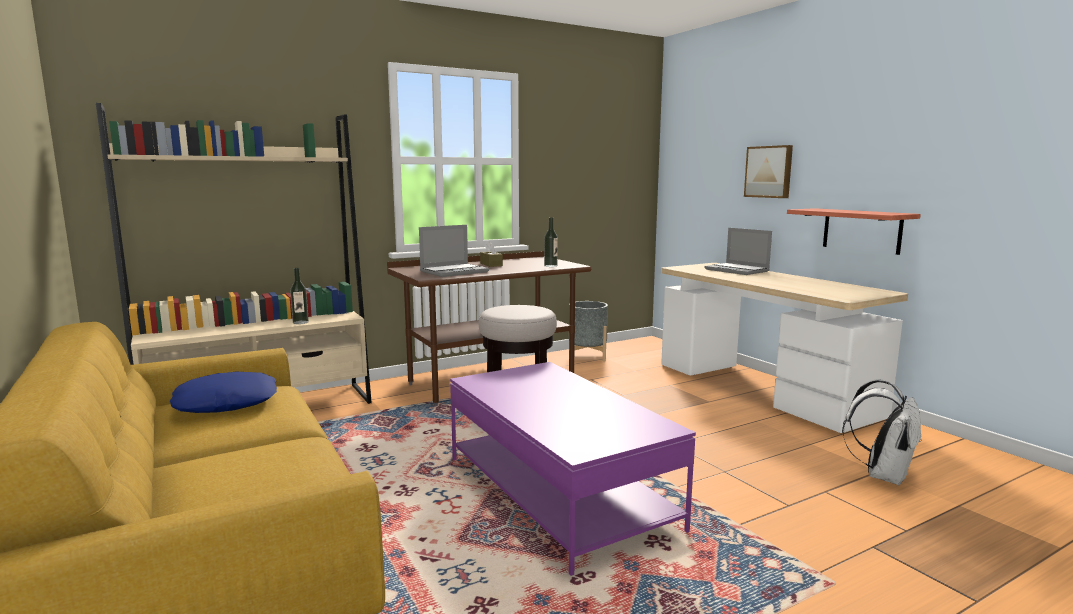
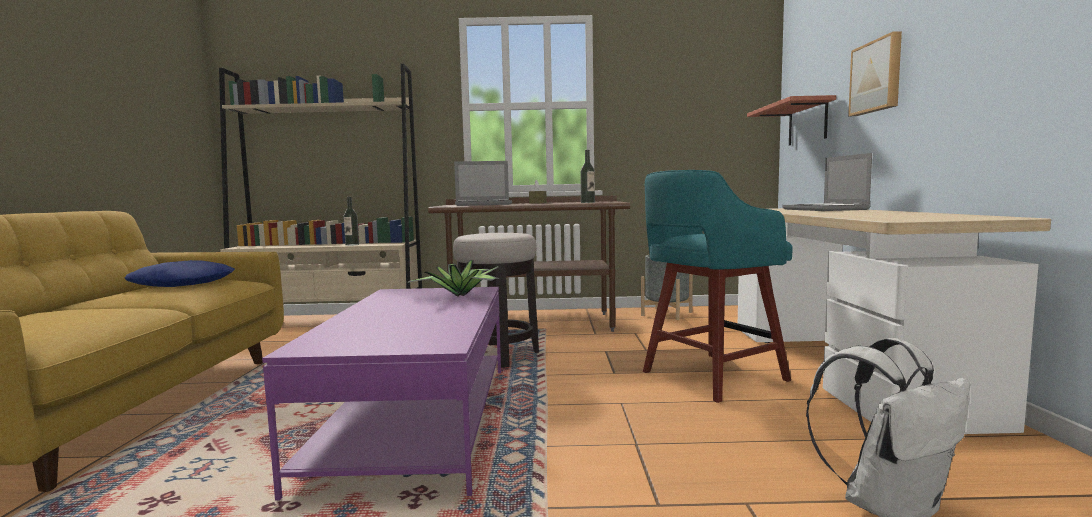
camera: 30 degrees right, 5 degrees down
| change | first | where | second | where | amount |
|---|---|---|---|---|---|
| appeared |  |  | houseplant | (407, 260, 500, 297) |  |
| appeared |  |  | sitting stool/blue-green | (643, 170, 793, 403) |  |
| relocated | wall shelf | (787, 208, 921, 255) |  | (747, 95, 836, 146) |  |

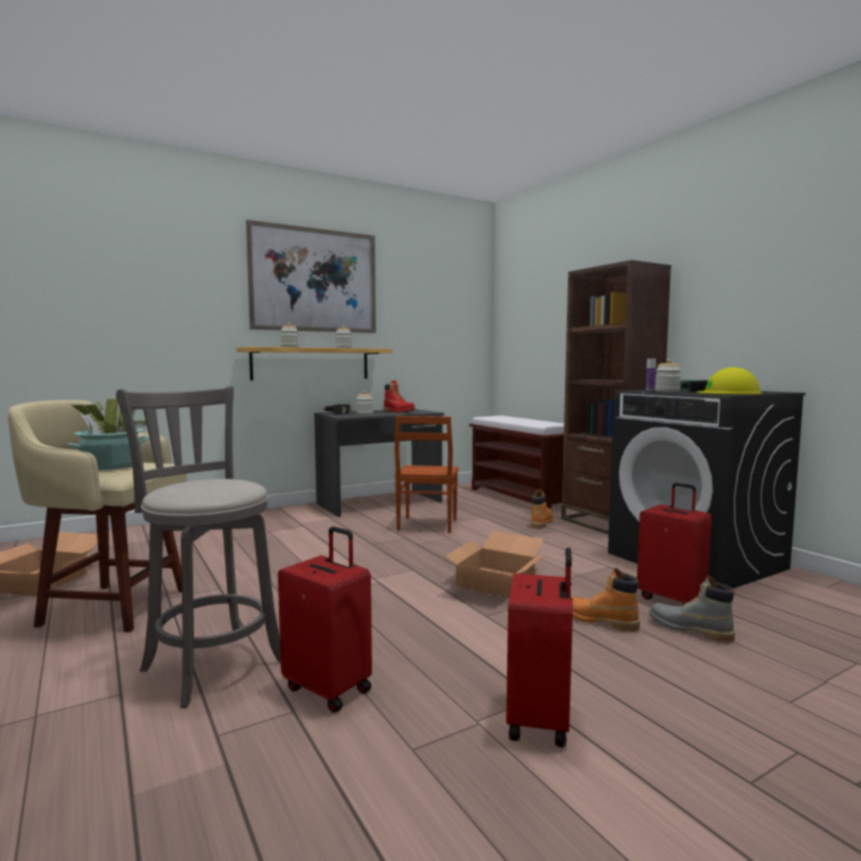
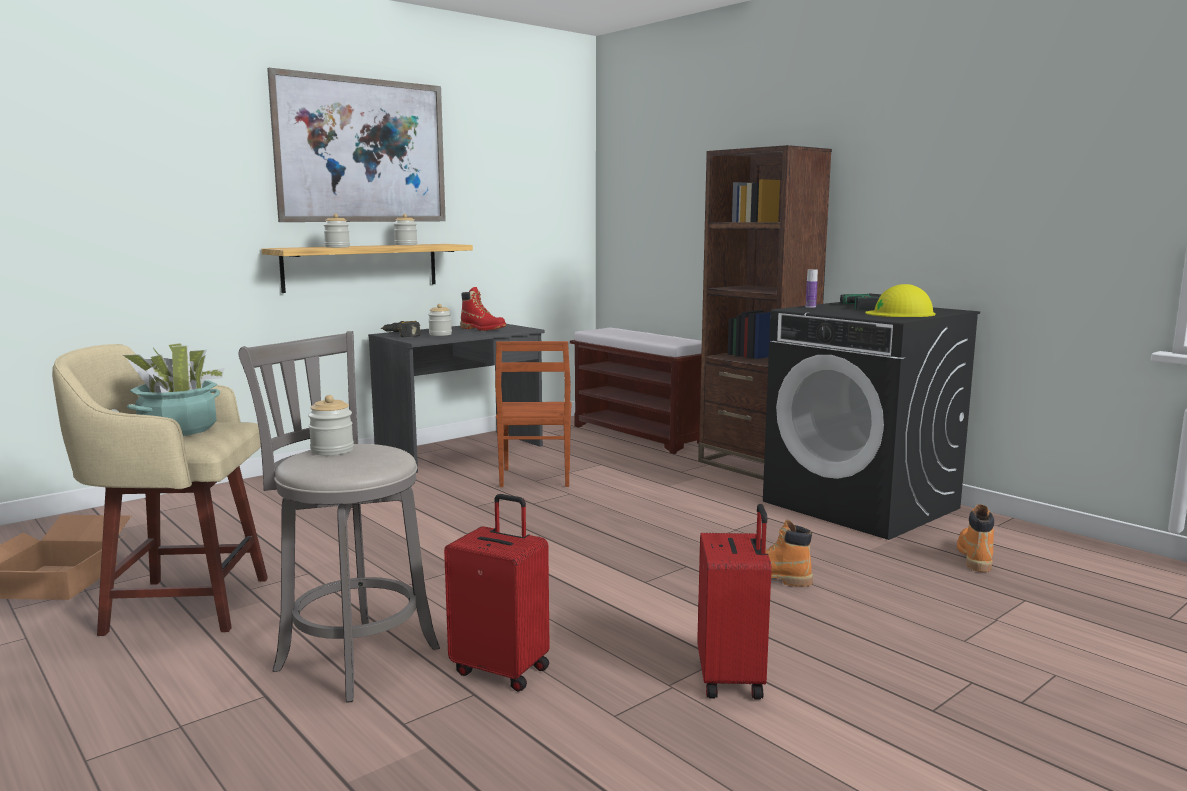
camera: 10 degrees left, 5 degrees up
| change | first | where | second | where | amount |
|---|---|---|---|---|---|
| relocated | storage jar | (655, 359, 681, 392) |  | (308, 395, 354, 455) |  |
| relocated | tall boot/orangey | (531, 490, 553, 529) |  | (957, 504, 994, 572) |  |
| missing | packing box | (444, 531, 546, 598) |  |  |  |
| missing | suitcase/red | (637, 482, 712, 604) |  |  |  |
| missing | tall boot/gray | (649, 576, 735, 643) |  |  |  |

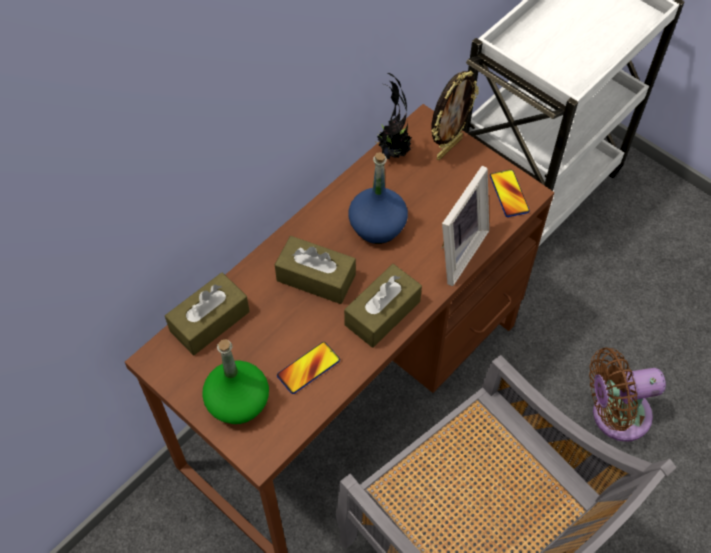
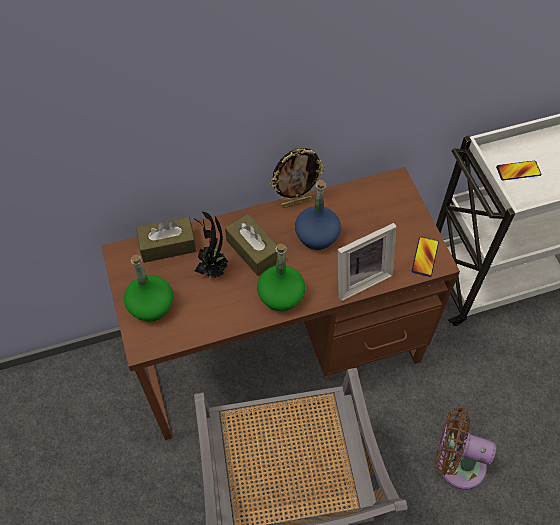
camera: 30 degrees right, 0 degrees up
| change | first | where | second | where | amount |
|---|---|---|---|---|---|
| relocated | houseplant | (374, 73, 412, 159) |  | (194, 212, 229, 278) |  |
| exchanged | tissue holder/brown | (344, 264, 422, 348) | drink bottle/green | (257, 244, 305, 311) |  |
| relocated | standing frame | (431, 70, 479, 160) |  | (270, 148, 325, 208) |  |
| relocated | phone | (277, 342, 340, 394) |  | (496, 161, 541, 180) |  |

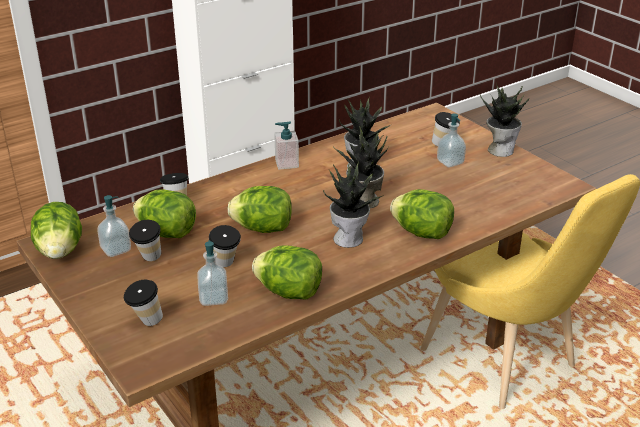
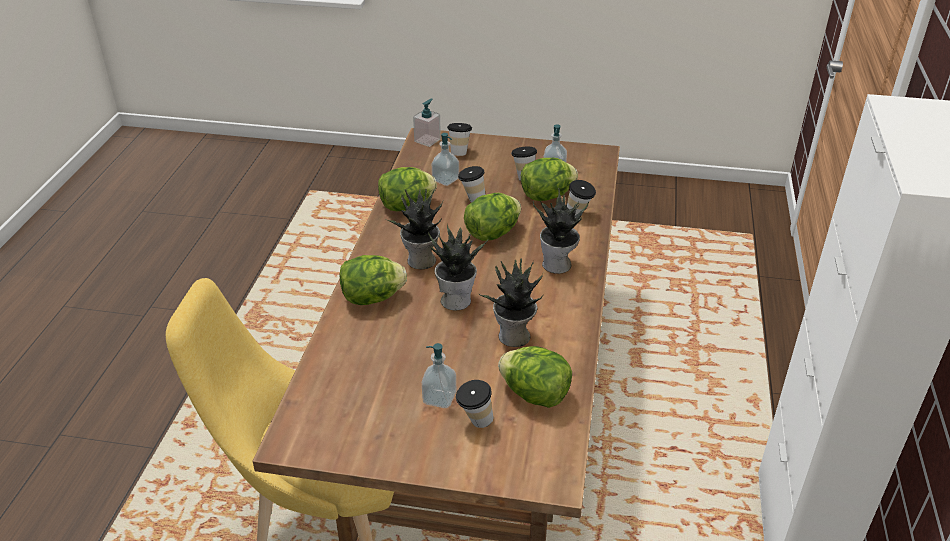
camera: 135 degrees right, 5 degrees up
| change | first | where | second | where | amount |
|---|---|---|---|---|---|
| relocated | soap bottle | (274, 121, 299, 170) |  | (413, 98, 441, 147) |  |
| relocated | head of lettuce | (31, 202, 82, 259) |  | (498, 346, 572, 408) |  |
| relocated | houseplant | (480, 86, 529, 157) |  | (533, 188, 589, 274) |  |

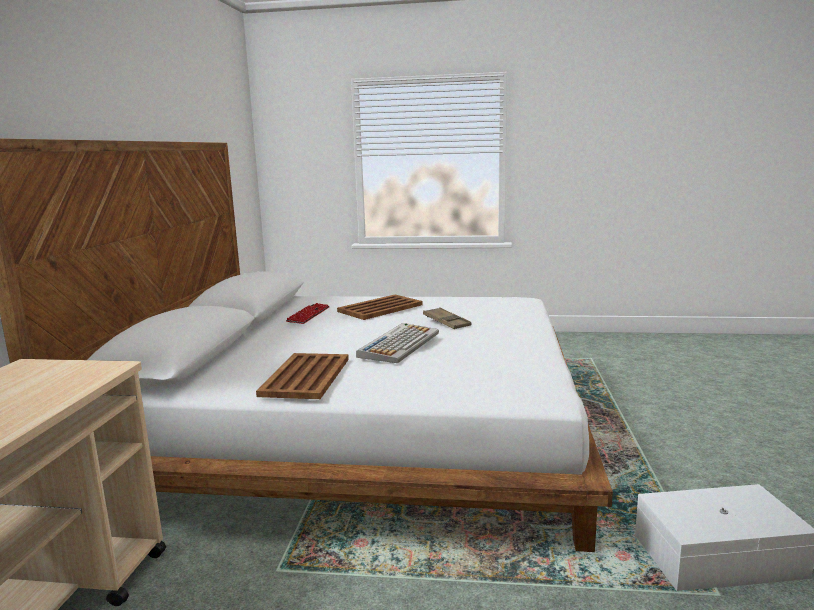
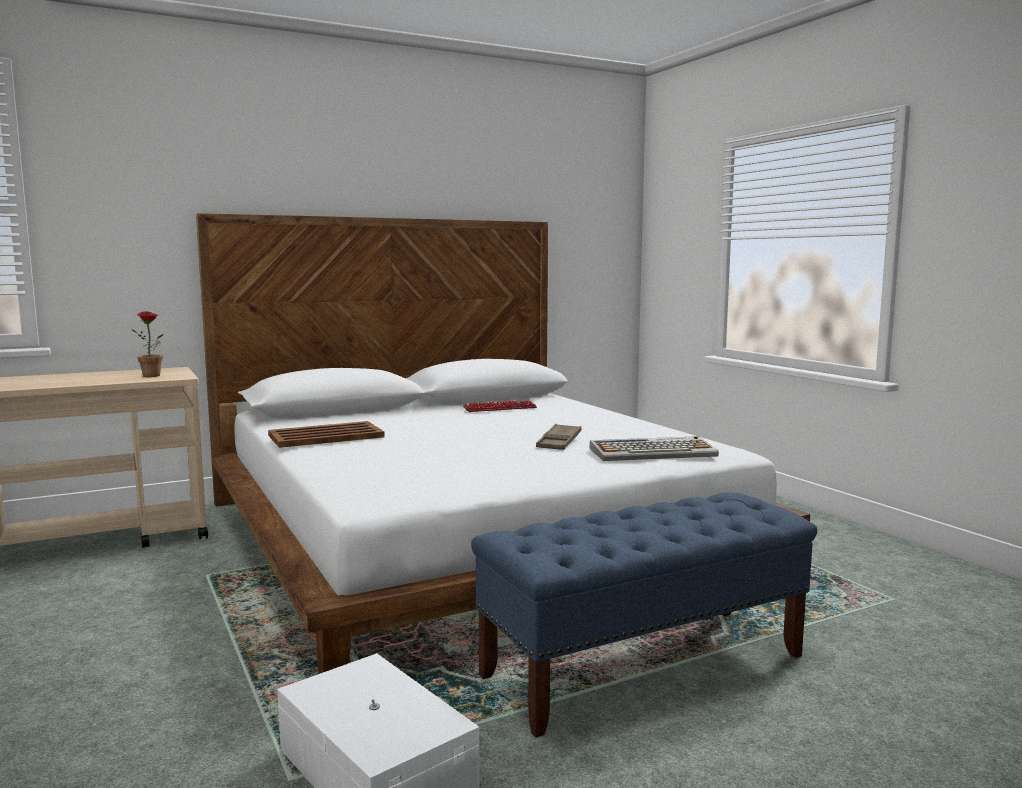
camera: 55 degrees right, 5 degrees down
| change | first | where | second | where | amount |
|---|---|---|---|---|---|
| appeared |  |  | houseplant | (131, 311, 164, 377) |  |
| appeared |  |  | bench/bluish | (471, 492, 817, 738) |  |
| relocated | keyboard | (356, 323, 439, 363) |  | (590, 436, 719, 461) |  |
| missing | tray/brown | (337, 295, 423, 320) |  |  |  |

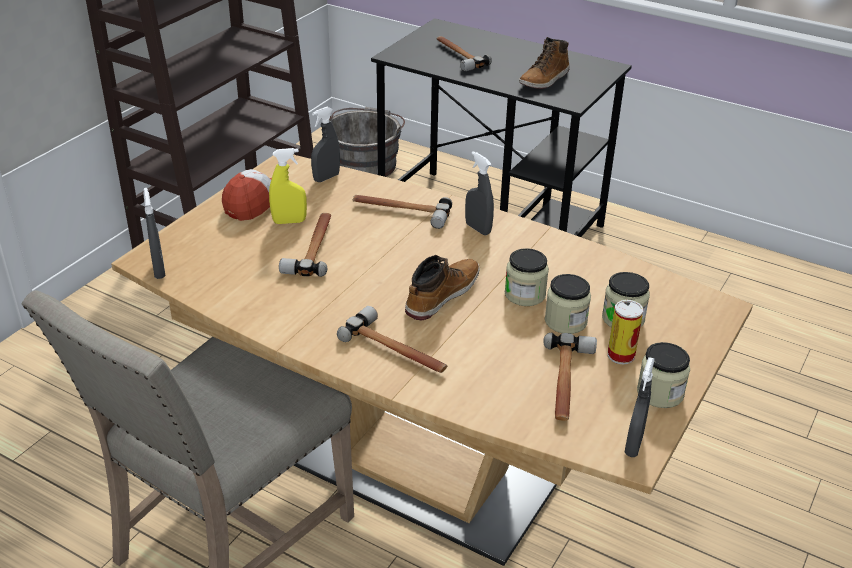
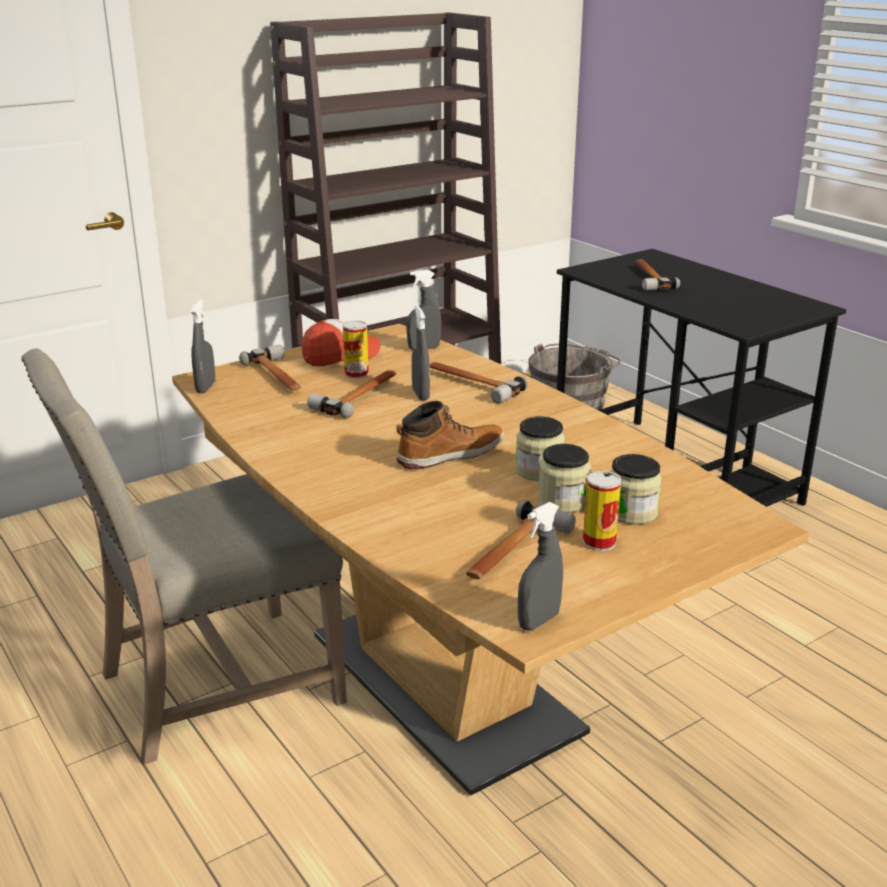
camera: 25 degrees right, 10 degrees down
| change | first | where | second | where | amount |
|---|---|---|---|---|---|
| relocated | tool hammer | (337, 306, 447, 373) |  | (239, 345, 301, 391) |  |
| exchanged | spray bottle/yellow | (269, 148, 307, 224) | can | (343, 320, 369, 379) |  |
| relocated | spray bottle/gray | (465, 151, 494, 235) |  | (412, 305, 430, 401) |  |
| missing | tall boot | (519, 37, 569, 89) |  |  |  |
| missing | storage jar | (637, 342, 690, 408) |  |  |  |

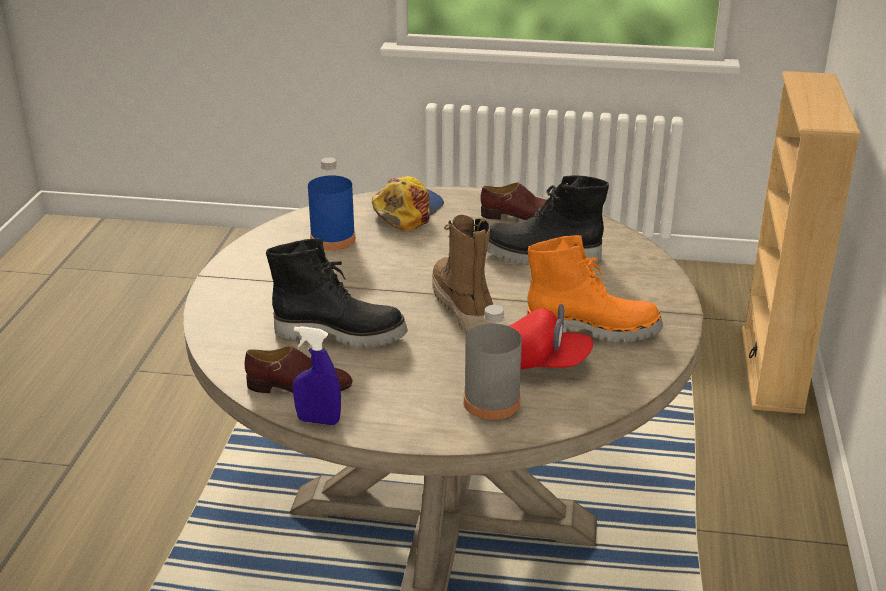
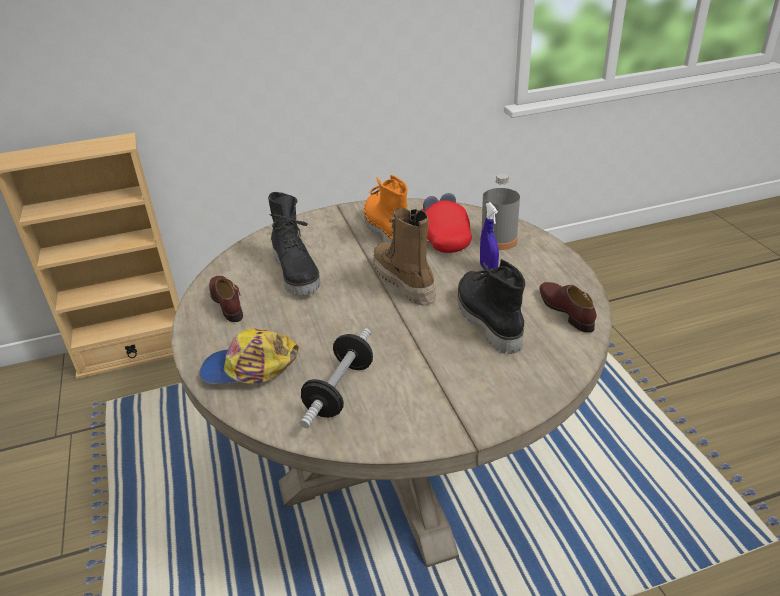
camera: 115 degrees left, 5 degrees up
| change | first | where | second | where | amount |
|---|---|---|---|---|---|
| exchanged | drink bottle/bluish | (308, 157, 355, 250) | hand weight | (300, 328, 373, 428) |  |
| spun | tall boot | (432, 215, 494, 334) |  | (373, 208, 436, 306) | 105 degrees clockwise |
| relocated | spray bottle/bluish | (293, 326, 341, 425) |  | (480, 202, 499, 270) |  |

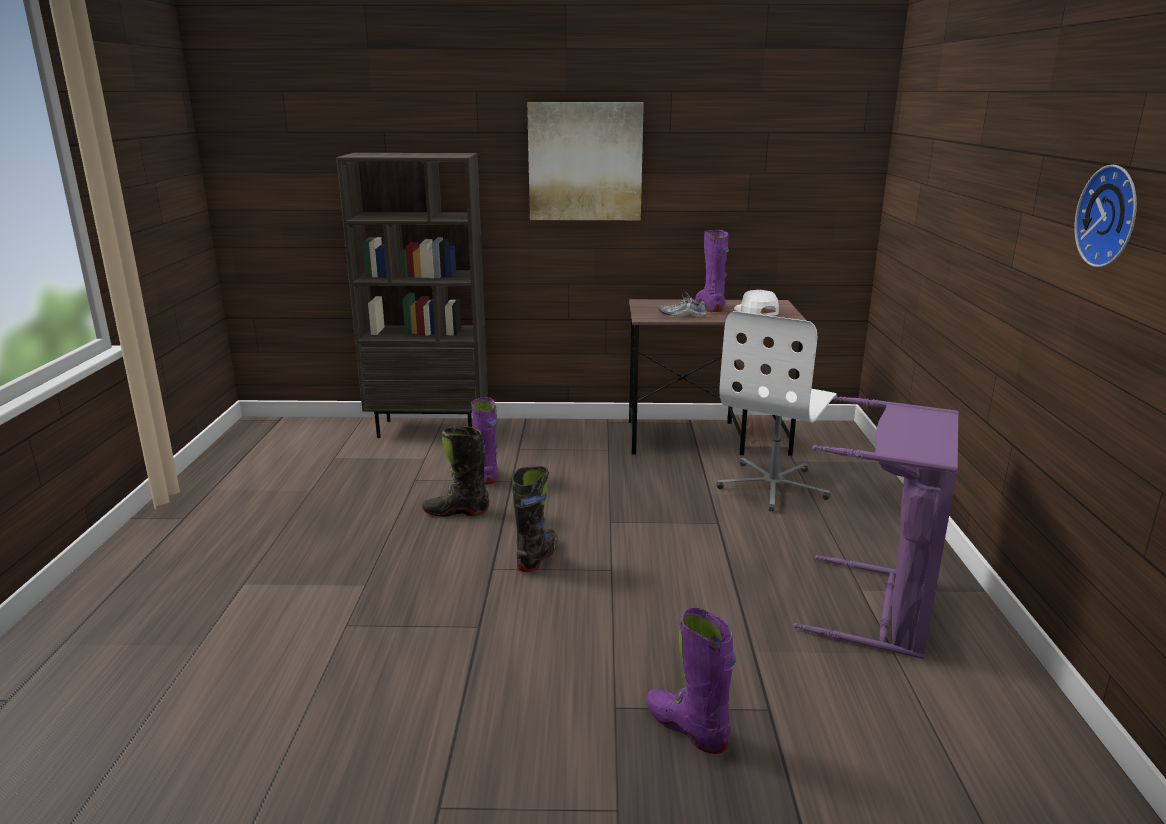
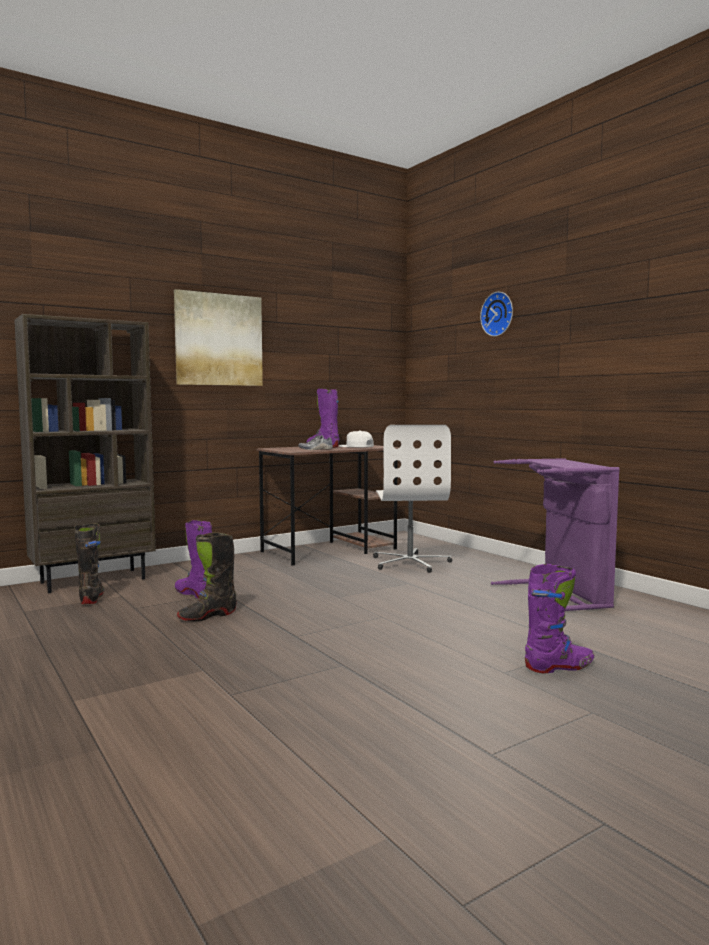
camera: 35 degrees left, 15 degrees down
| change | first | where | second | where | amount |
|---|---|---|---|---|---|
| relocated | tall boot/black | (512, 466, 558, 572) |  | (74, 523, 104, 604) |  |
| relocated | wall clock | (1074, 165, 1137, 267) |  | (480, 292, 513, 337) |  |
| spun | tall boot/purple-coloured | (646, 608, 736, 754) |  | (525, 564, 594, 673) | 150 degrees clockwise |

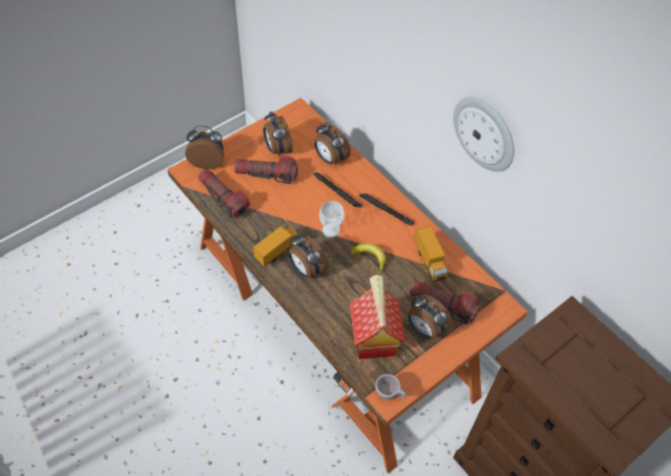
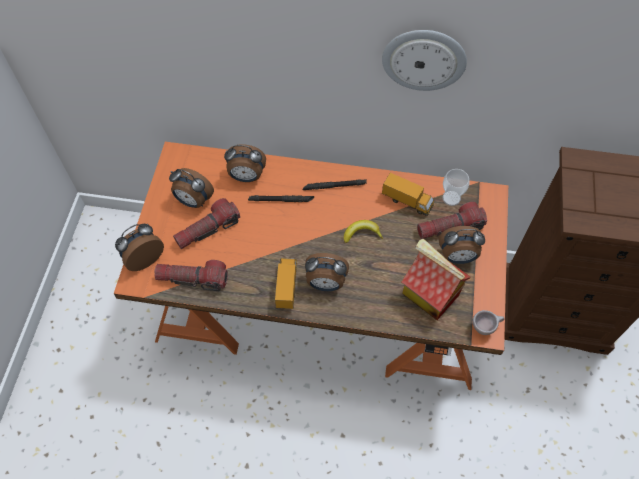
camera: 40 degrees left, 5 degrees up
| change | first | where | second | where | amount |
|---|---|---|---|---|---|
| relocated | drinking cup | (319, 201, 345, 238) |  | (442, 169, 469, 206) |  |

